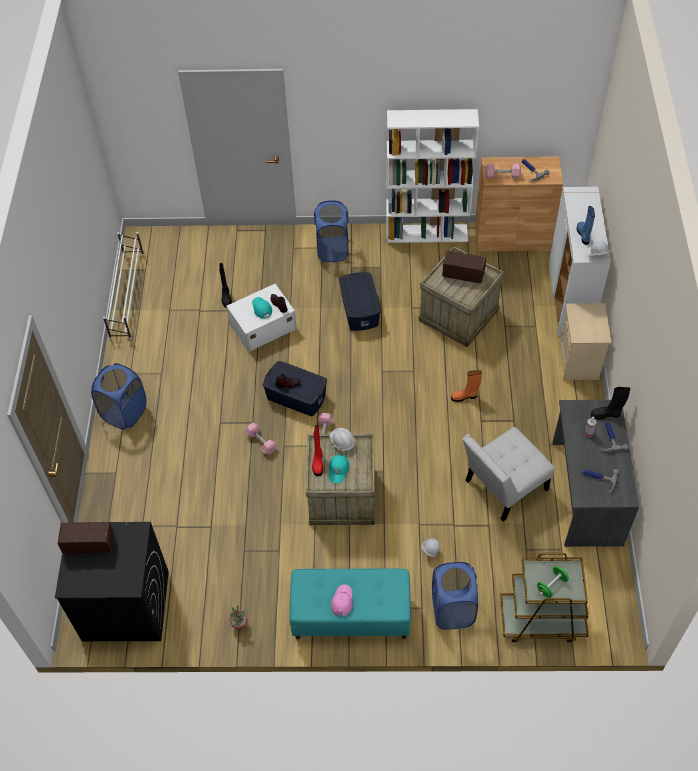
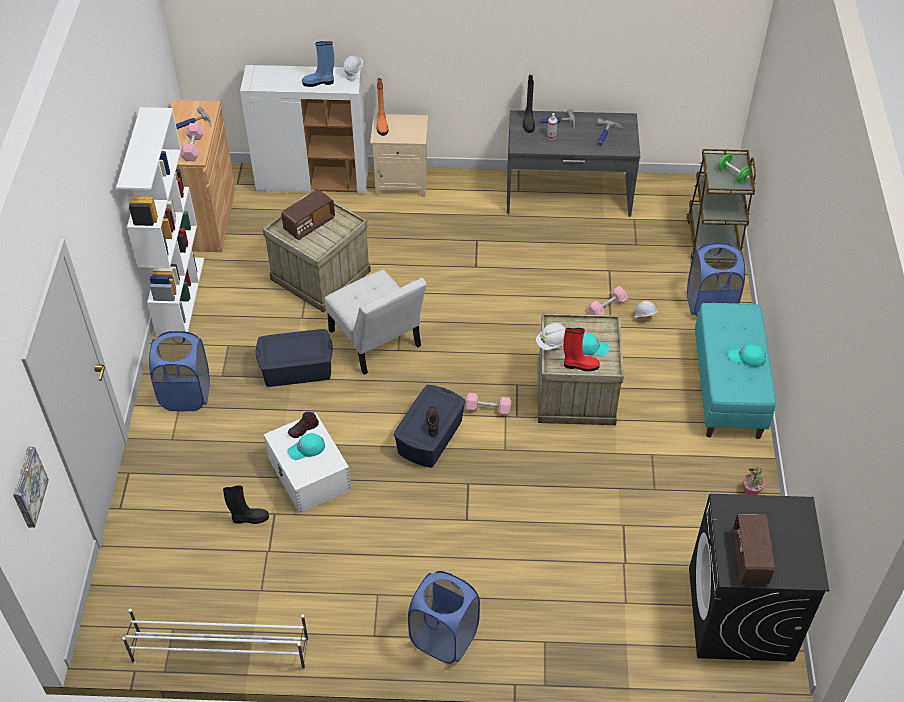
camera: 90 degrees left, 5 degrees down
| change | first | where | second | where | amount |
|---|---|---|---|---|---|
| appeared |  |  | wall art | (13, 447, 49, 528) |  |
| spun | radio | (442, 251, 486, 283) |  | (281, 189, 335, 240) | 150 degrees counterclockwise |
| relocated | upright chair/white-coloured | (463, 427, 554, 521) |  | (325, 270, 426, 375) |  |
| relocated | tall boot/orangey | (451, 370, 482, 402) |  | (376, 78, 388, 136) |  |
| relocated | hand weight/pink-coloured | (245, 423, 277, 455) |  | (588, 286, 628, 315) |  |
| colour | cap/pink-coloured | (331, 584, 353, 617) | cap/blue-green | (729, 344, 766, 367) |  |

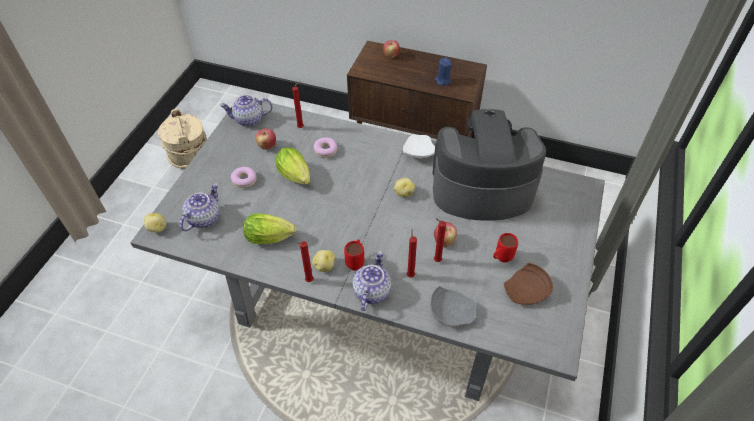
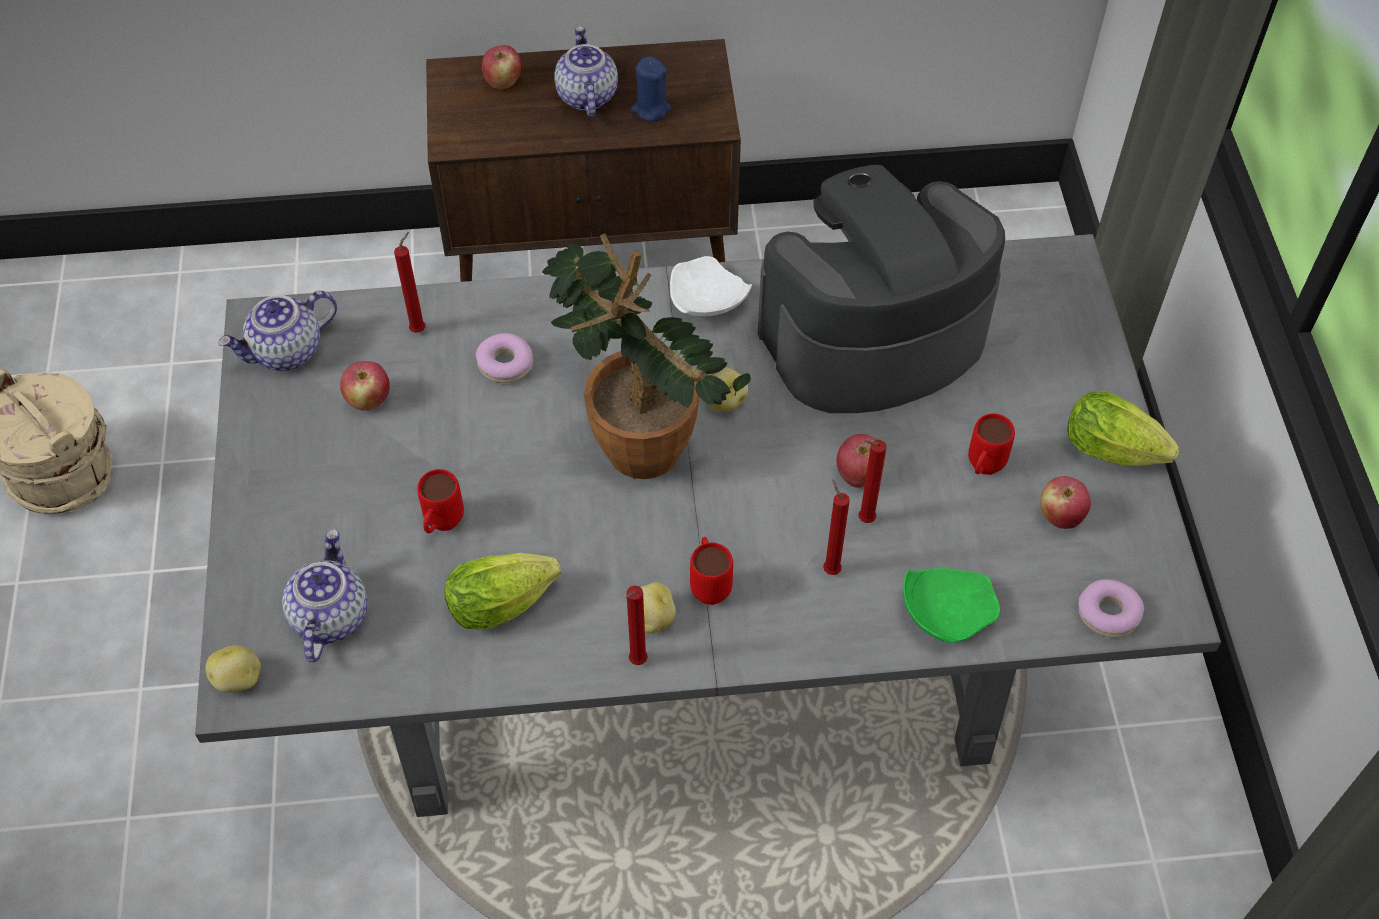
camera: 25 degrees left, 5 degrees up
| change | first | where | second | where | amount |
|---|---|---|---|---|---|
| appeared |  |  | tea mug/red | (417, 469, 464, 533) |  |
| appeared |  |  | houseplant | (542, 234, 751, 479) |  |
| relocated | tea pot | (352, 251, 391, 311) |  | (554, 26, 618, 117) |  |
| colour | dinner plate/gray | (430, 286, 477, 326) | dinner plate/green | (903, 568, 1000, 643) |  |
| exchanged | dinner plate/brown | (504, 263, 553, 305) | apple | (1040, 476, 1091, 529) |  |
| relocated | head of lettuce | (276, 147, 310, 185) |  | (1067, 391, 1179, 466) |  |
| relocated | doughnut | (231, 167, 257, 188) |  | (1078, 579, 1144, 637) |  |

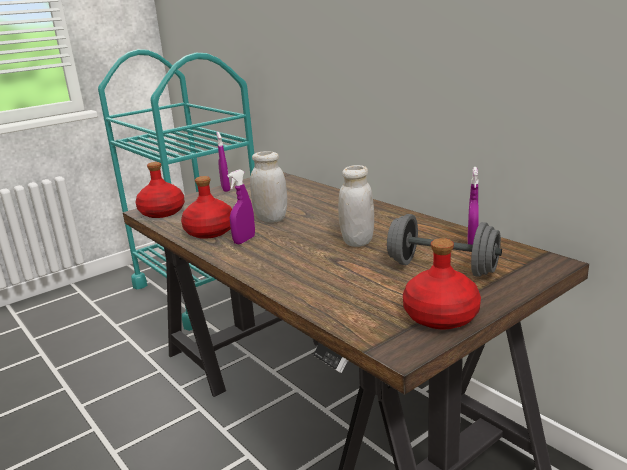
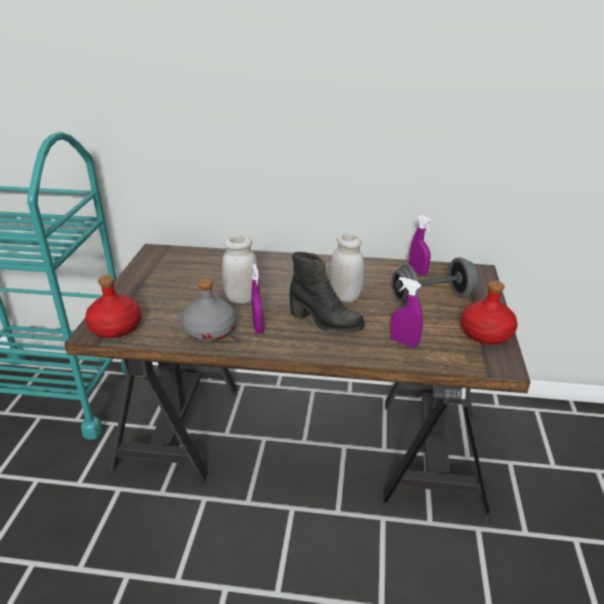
camera: 45 degrees left, 10 degrees up
| change | first | where | second | where | amount |
|---|---|---|---|---|---|
| colour | drink bottle/red | (181, 176, 232, 239) | drink bottle/gray | (181, 278, 236, 341) |  |
| appeared |  |  | tall boot/black | (289, 252, 365, 334) |  |
| relocated | spray bottle/purple-coloured | (217, 132, 230, 192) |  | (390, 277, 423, 347) |  |

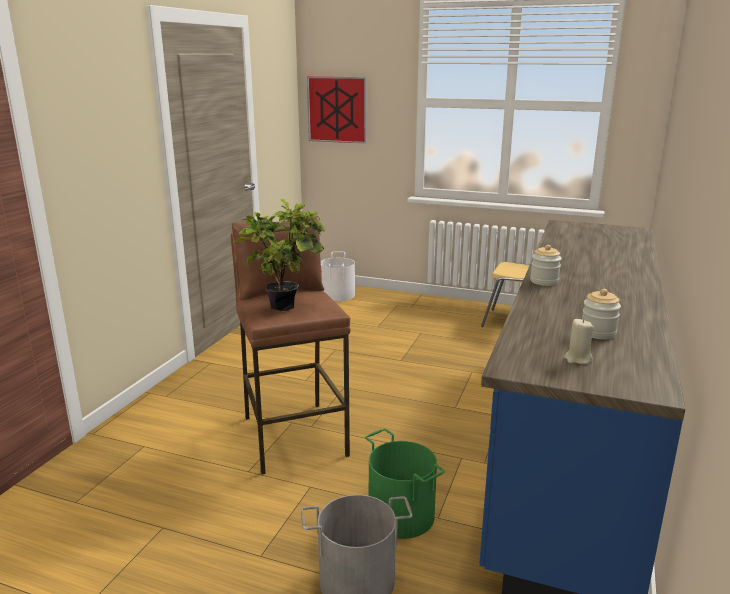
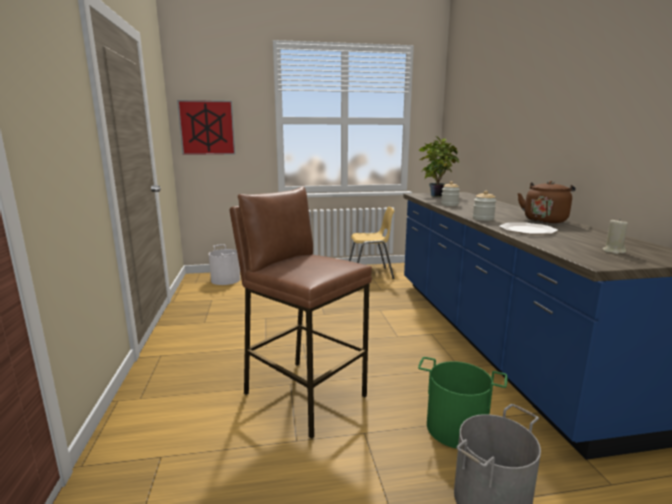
camera: 30 degrees left, 5 degrees down
| change | first | where | second | where | amount |
|---|---|---|---|---|---|
| relocated | houseplant | (233, 199, 326, 311) |  | (419, 136, 460, 197) |  |
| relocated | storage jar | (582, 289, 621, 339) |  | (441, 181, 460, 206) |  |
| appeared |  |  | dinner plate | (499, 223, 558, 234) |  |
| appeared |  |  | water kettle/brown | (518, 181, 576, 223) |  |

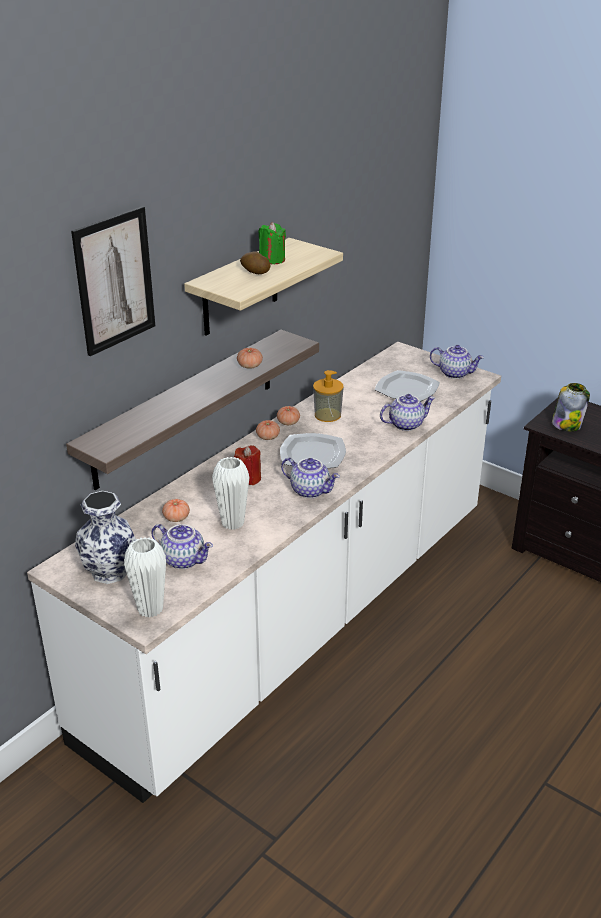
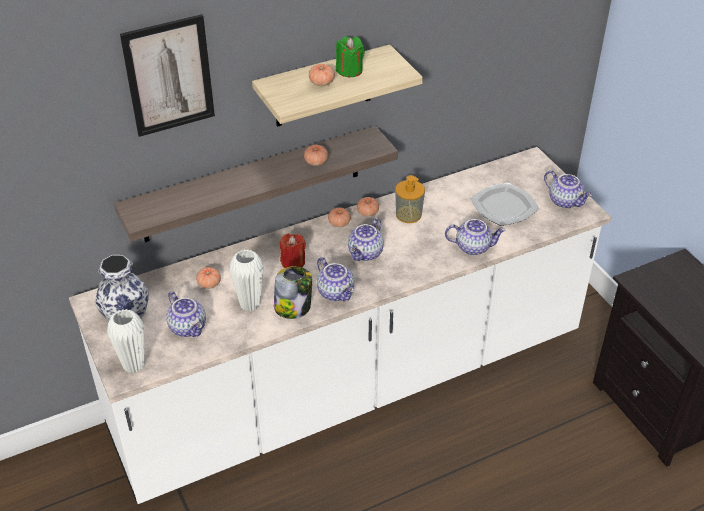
camera: 25 degrees right, 10 degrees up
| change | first | where | second | where | amount |
|---|---|---|---|---|---|
| relocated | storage jar | (552, 383, 590, 432) |  | (274, 266, 312, 319) |  |
| exchanged | spud | (240, 252, 270, 274) | tomato | (309, 64, 335, 86) |  |
| exchanged | dinner plate | (280, 433, 346, 469) | tea pot | (348, 218, 384, 261) |  |

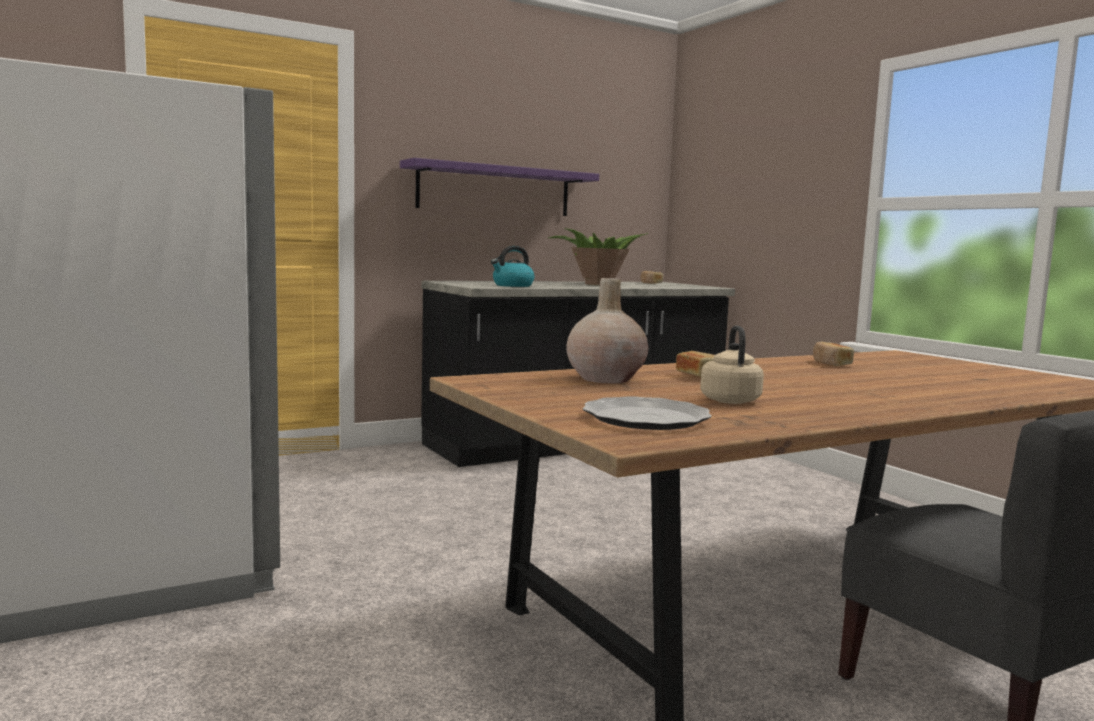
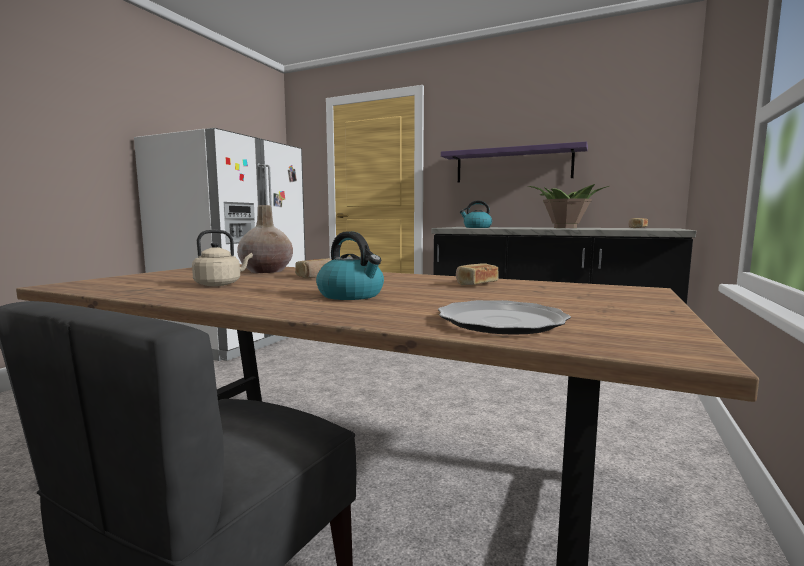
camera: 55 degrees right, 0 degrees up
| change | first | where | second | where | amount |
|---|---|---|---|---|---|
| appeared |  |  | water kettle | (316, 231, 384, 300) |  |
| relocated | dinner plate | (583, 396, 712, 430) |  | (438, 300, 571, 335) |  |

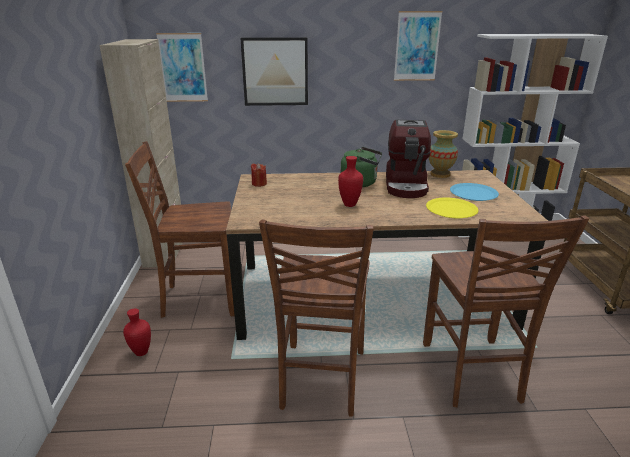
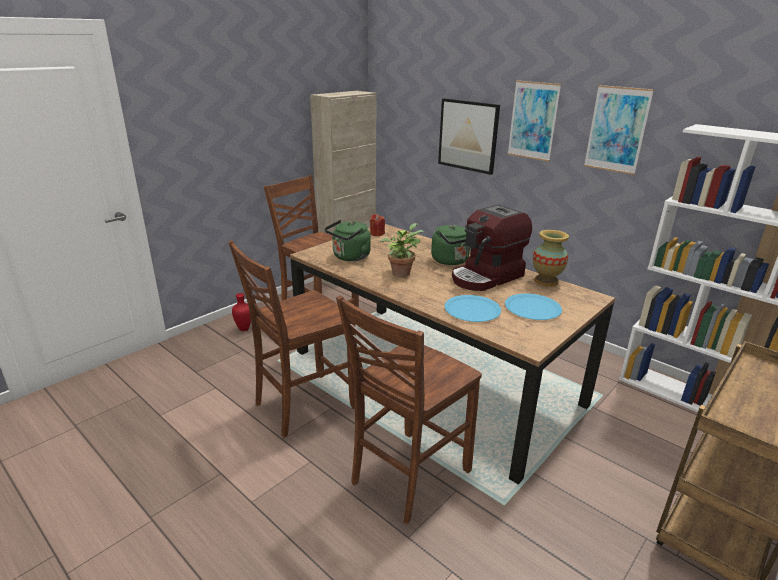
camera: 45 degrees right, 0 degrees up
| change | first | where | second | where | amount |
|---|---|---|---|---|---|
| appeared |  |  | water kettle/green | (325, 220, 371, 261) |  |
| exchanged | vase/red | (338, 156, 363, 207) | houseplant | (380, 223, 424, 277) |  |
| colour | dinner plate/yellow | (426, 198, 478, 218) | dinner plate/bluish | (445, 295, 501, 322) |  |
| relocated | wall art | (156, 33, 208, 102) |  | (507, 81, 561, 162) |  |

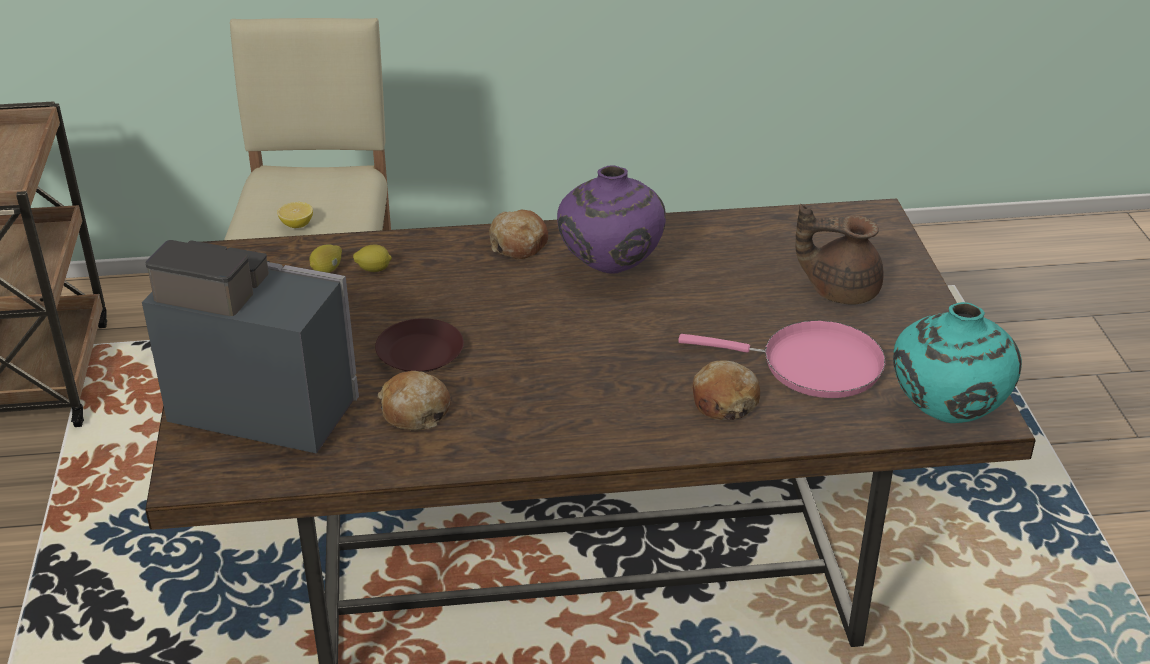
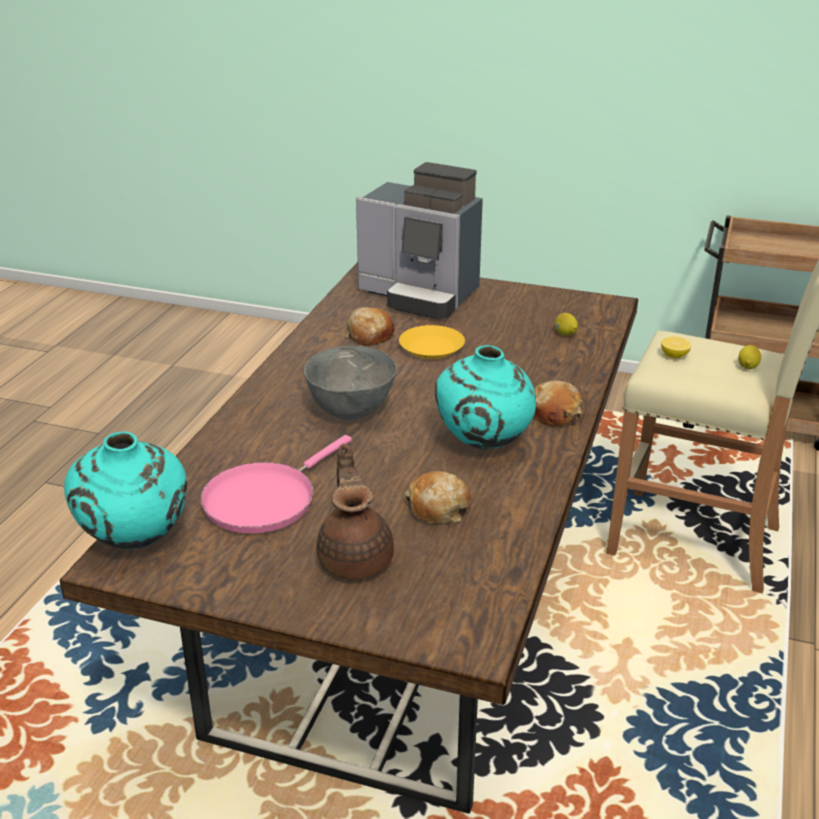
camera: 115 degrees right, 5 degrees down
| change | first | where | second | where | amount |
|---|---|---|---|---|---|
| appeared |  |  | bowl/gray | (304, 346, 397, 420) |  |
| spun | tea pot/brown | (795, 204, 884, 305) |  | (316, 444, 394, 580) | 45 degrees counterclockwise |
| spun | coffee machine | (142, 240, 359, 454) |  | (356, 162, 483, 320) | 75 degrees clockwise |
| colour | dinner plate/brown | (375, 318, 464, 372) | dinner plate/yellow | (399, 325, 465, 359) |  |
| relocated | bread | (693, 360, 760, 420) |  | (405, 471, 471, 525) |  |
| colour | vase/purple-coloured | (557, 166, 666, 274) | vase/blue-green | (435, 345, 536, 449) |  |
| relocated | lemon | (353, 245, 392, 272) |  | (738, 345, 761, 369) |  |

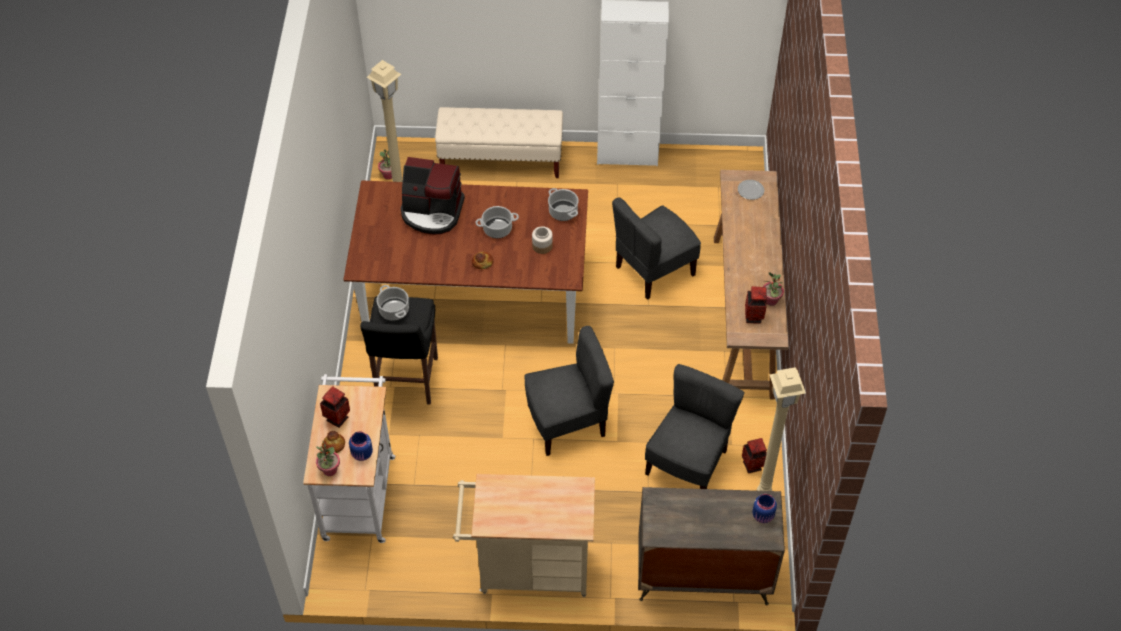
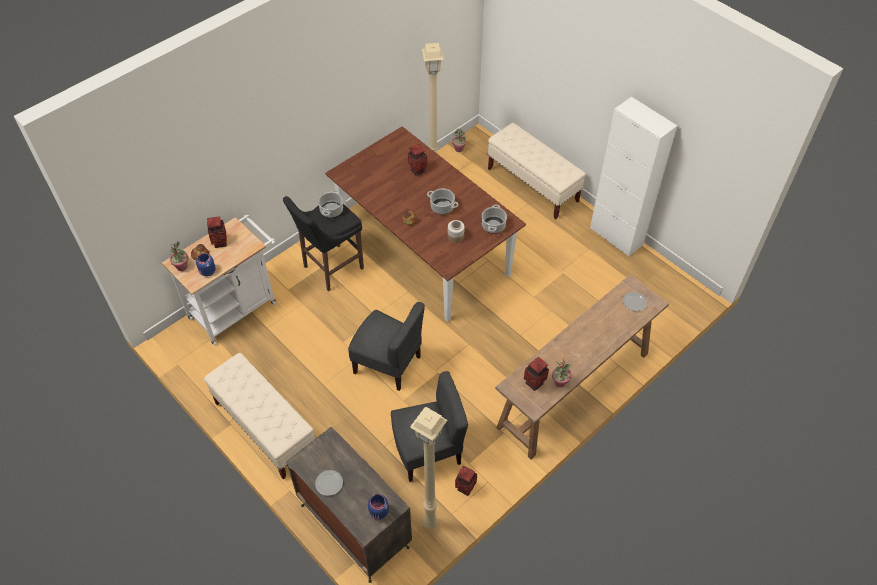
camera: 45 degrees right, 0 degrees up
| change | first | where | second | where | amount |
|---|---|---|---|---|---|
| exchanged | cart/beige-coloured | (453, 474, 595, 597) | bench/beige-coloured | (204, 353, 315, 480) |  |
| appeared |  |  | dinner plate | (315, 470, 343, 496) |  |
| exchanged | coffee machine | (401, 157, 465, 234) | vase | (408, 144, 427, 176) |  |
| missing | upright chair/gray | (612, 197, 701, 300) |  |  |  |

